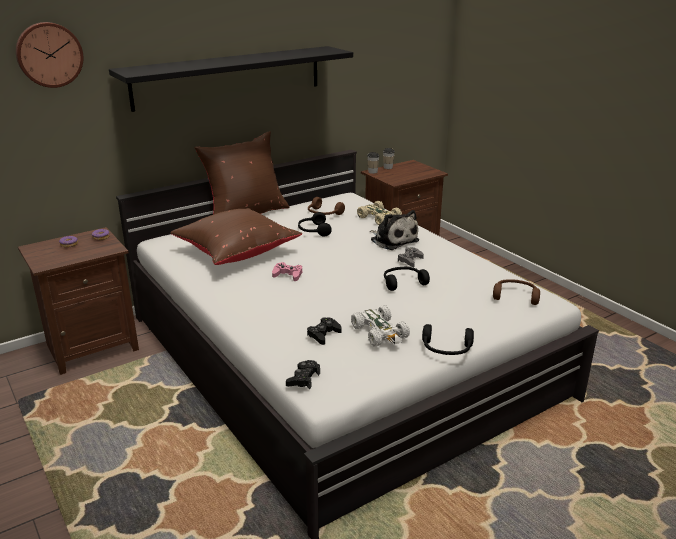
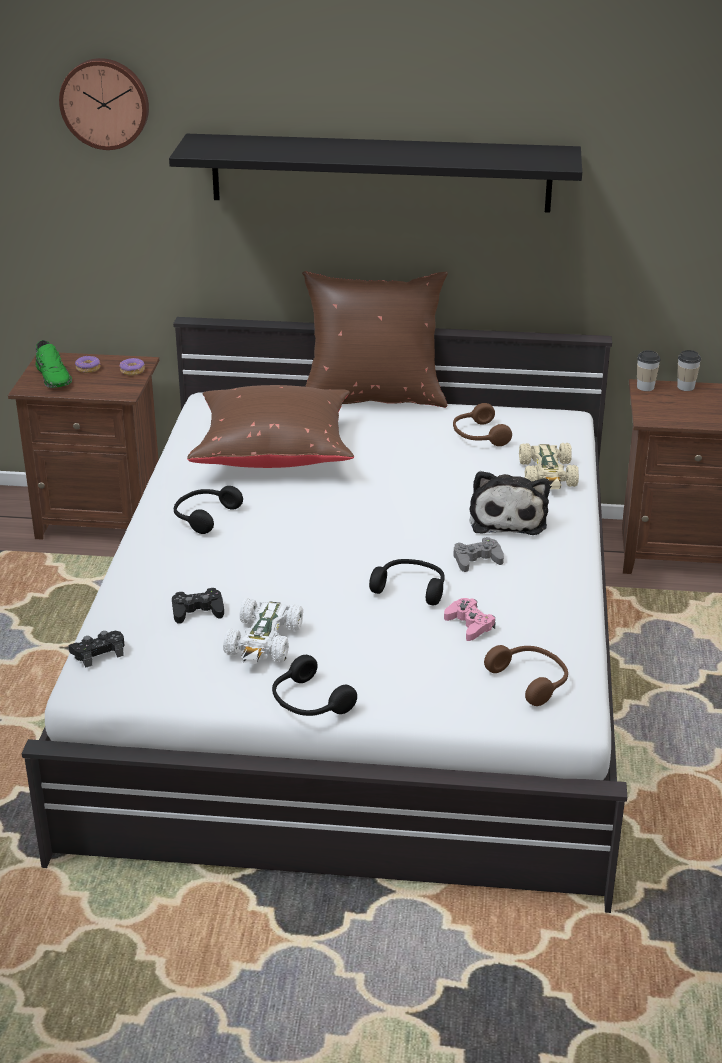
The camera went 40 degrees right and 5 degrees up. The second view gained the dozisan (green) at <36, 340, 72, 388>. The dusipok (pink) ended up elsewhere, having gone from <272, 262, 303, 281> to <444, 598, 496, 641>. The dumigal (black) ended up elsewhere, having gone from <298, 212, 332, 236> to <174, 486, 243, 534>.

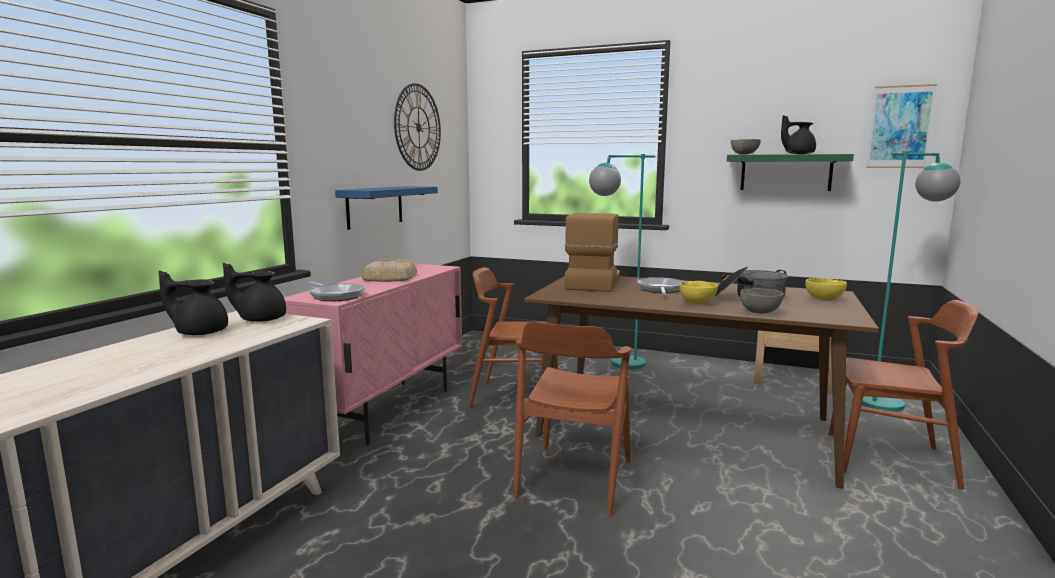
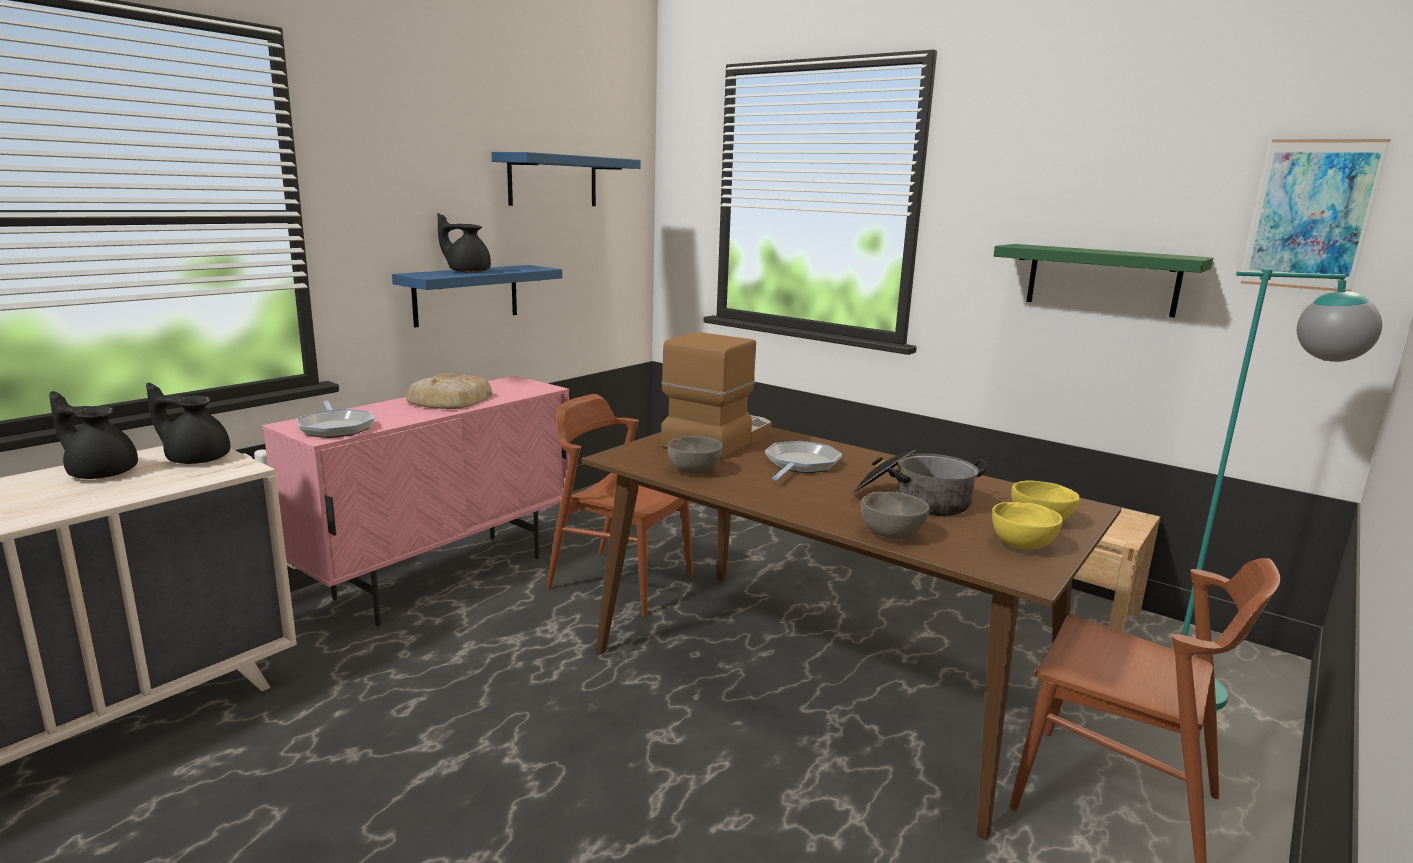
The camera went 15 degrees right and 5 degrees up. The second view lost the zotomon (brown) at <514, 322, 631, 516>. The second view lost the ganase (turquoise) at <589, 154, 656, 369>. The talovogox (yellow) ended up elsewhere, having gone from <679, 281, 718, 304> to <992, 502, 1063, 550>. The talovogox (grey) ended up elsewhere, having gone from <731, 139, 761, 155> to <668, 436, 723, 474>. The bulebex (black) ended up elsewhere, having gone from <781, 115, 816, 154> to <437, 213, 491, 273>. Where the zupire hung at <394, 83, 441, 171>, the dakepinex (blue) came to hang at <491, 152, 641, 206>.

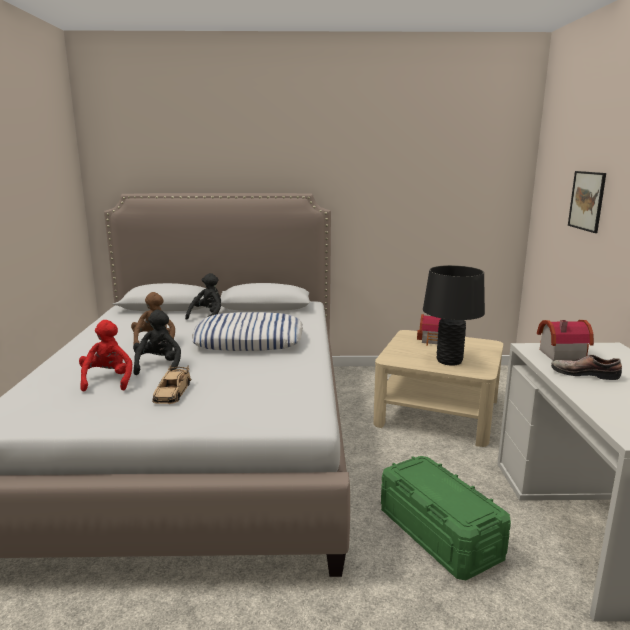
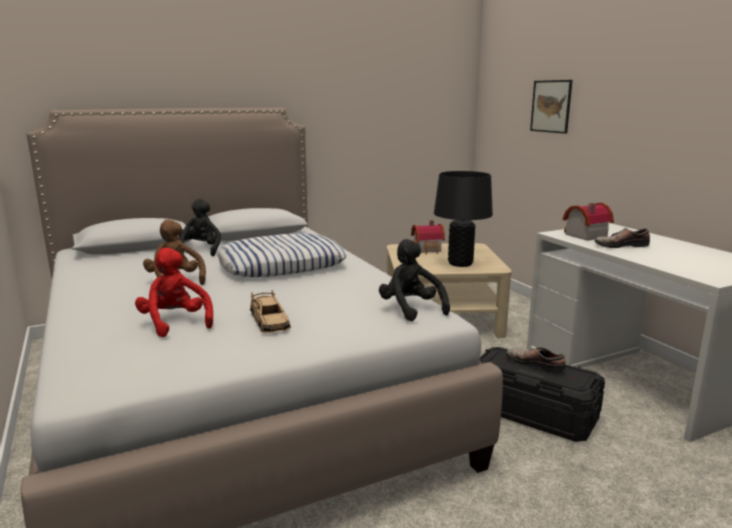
The camera went 25 degrees left and 0 degrees up. The second view gained the dozisan at <506, 347, 566, 374>. The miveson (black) ended up elsewhere, having gone from <133, 310, 181, 375> to <379, 239, 450, 322>. What was the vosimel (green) at <381, 456, 511, 580> turned into the vosimel (black) at <479, 347, 605, 442>.

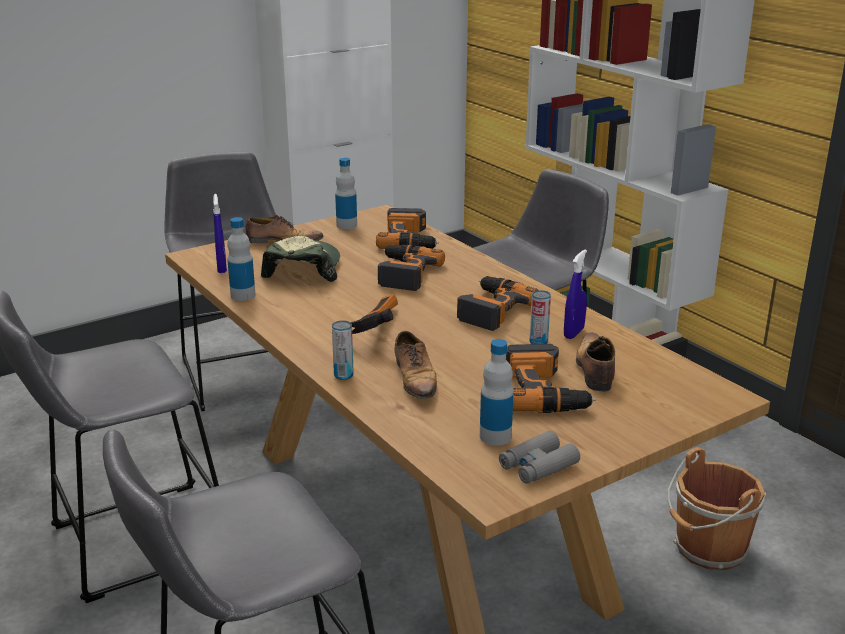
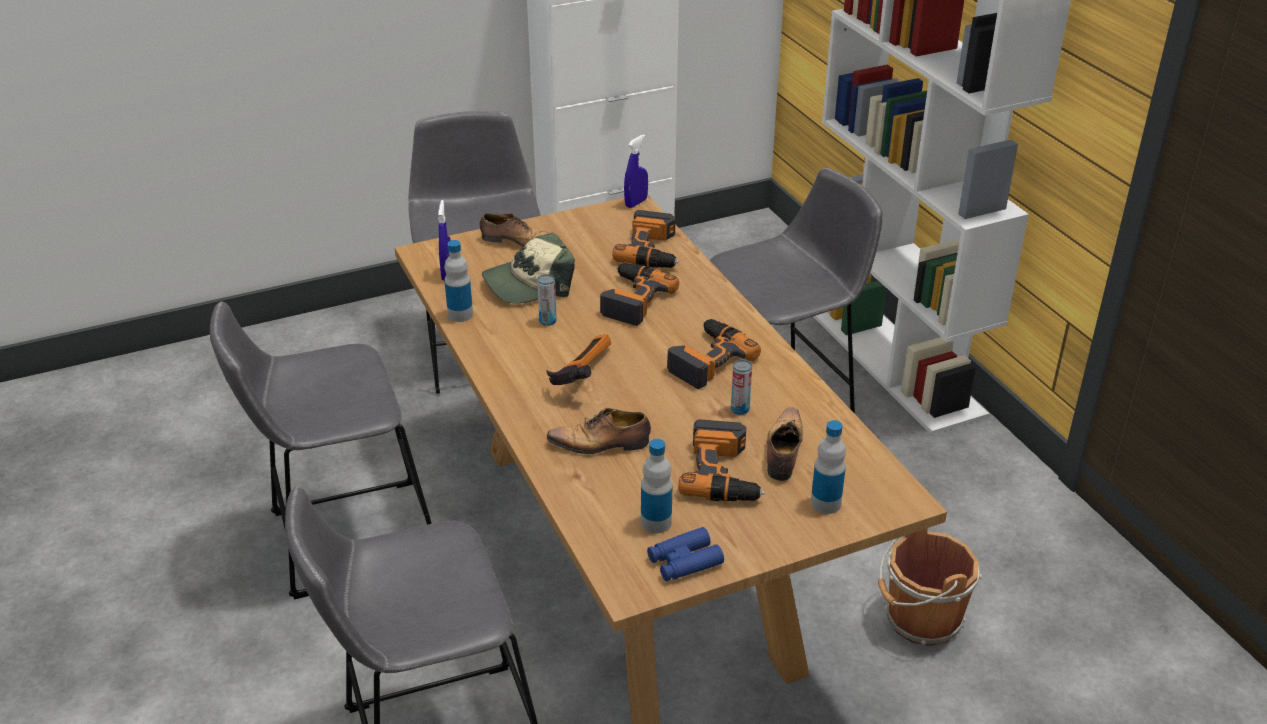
The camera went 10 degrees right and 10 degrees up. The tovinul ended up elsewhere, having gone from <332, 320, 354, 380> to <537, 274, 557, 326>. The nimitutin ended up elsewhere, having gone from <335, 158, 357, 229> to <811, 420, 846, 514>. The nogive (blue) ended up elsewhere, having gone from <564, 249, 587, 339> to <624, 134, 648, 208>. What was the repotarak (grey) at <499, 431, 580, 484> turned into the repotarak (blue) at <647, 527, 724, 581>. The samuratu at <261, 236, 340, 282> ended up facing another way, 135 degrees counterclockwise from before. The dozisan at <395, 331, 437, 404> ended up facing another way, 90 degrees clockwise from before.

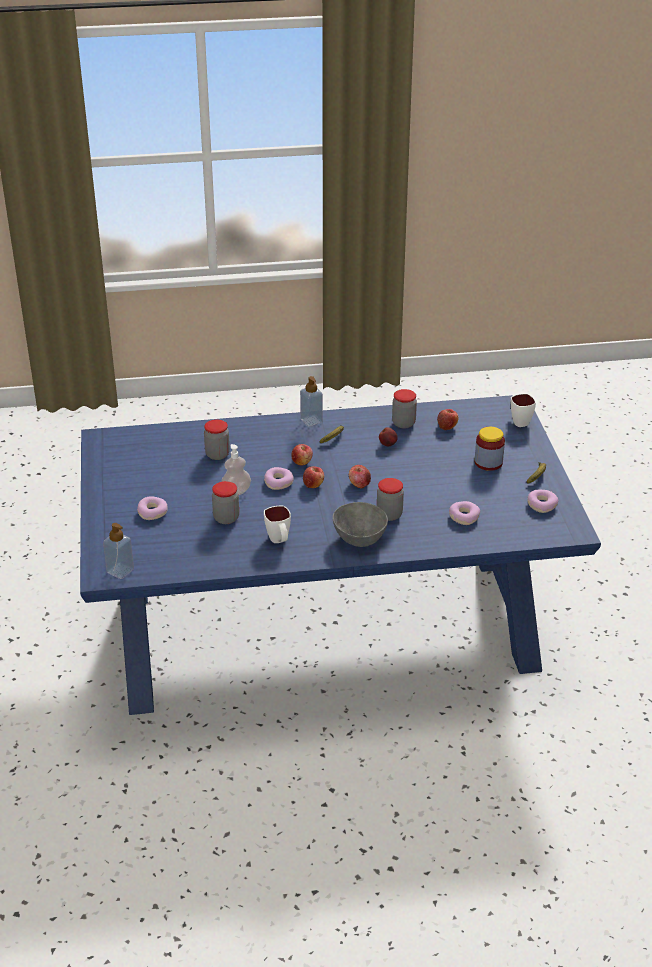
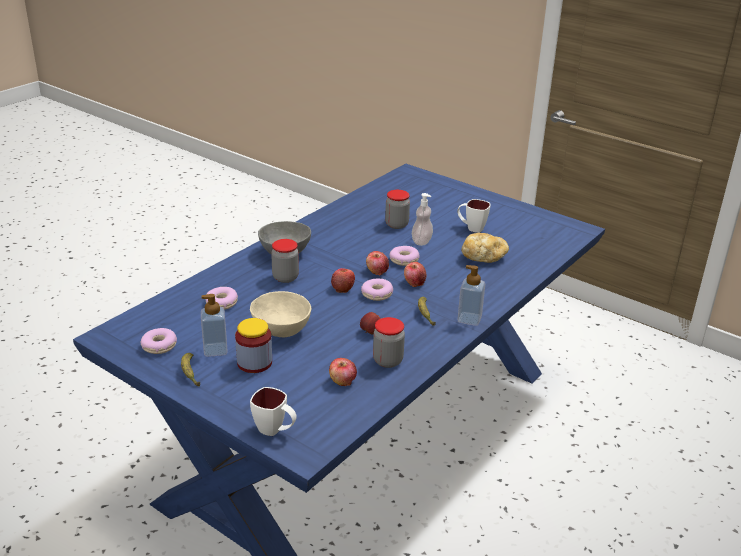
The camera went 135 degrees right and 5 degrees down. The second view gained the talovogox (beige) at <250, 291, 311, 337>. The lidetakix ended up elsewhere, having gone from <103, 523, 134, 579> to <201, 294, 228, 357>. The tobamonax ended up elsewhere, having gone from <137, 496, 167, 520> to <361, 279, 393, 301>. The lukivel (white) ended up elsewhere, having gone from <264, 506, 291, 543> to <457, 199, 491, 233>. Where the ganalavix stood at <204, 419, 230, 460>, the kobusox came to stand at <462, 233, 509, 263>.

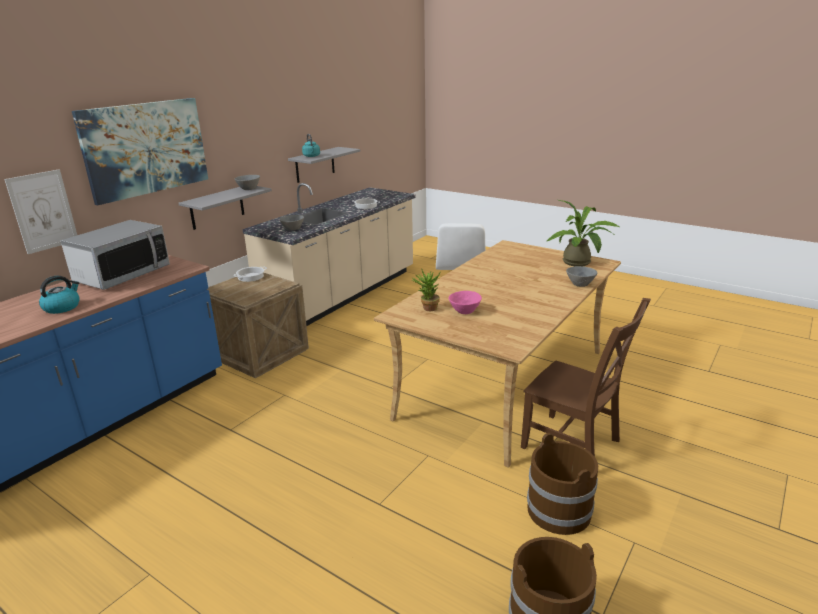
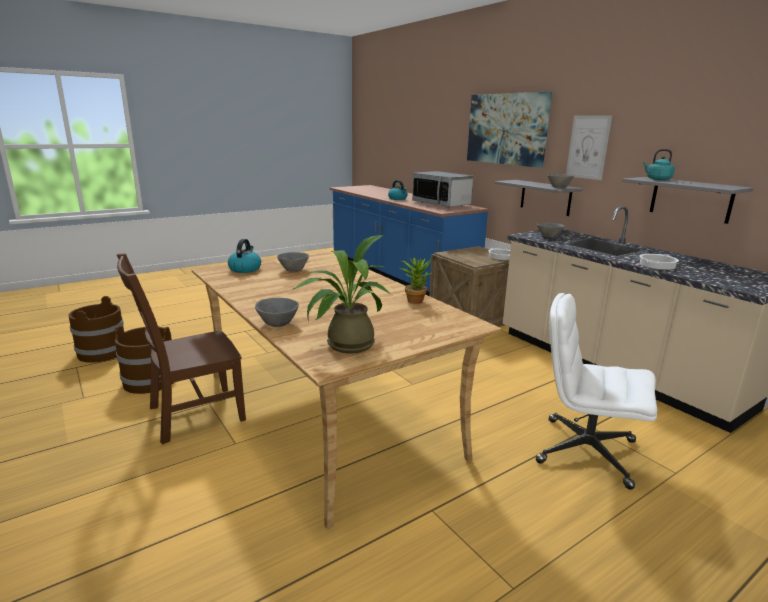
The camera went 110 degrees right and 5 degrees down. The second view gained the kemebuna at <228, 239, 261, 273>. The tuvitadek ended up elsewhere, having gone from <4, 169, 77, 254> to <566, 115, 612, 180>. The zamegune ended up elsewhere, having gone from <411, 268, 440, 311> to <400, 256, 432, 304>. What was the talovogox (pink) at <449, 291, 482, 314> turned into the talovogox (grey) at <277, 252, 309, 272>.

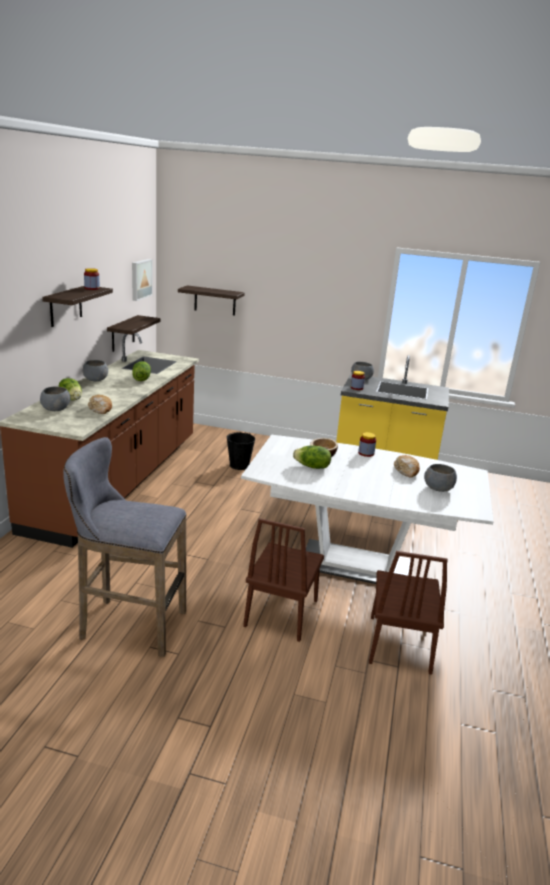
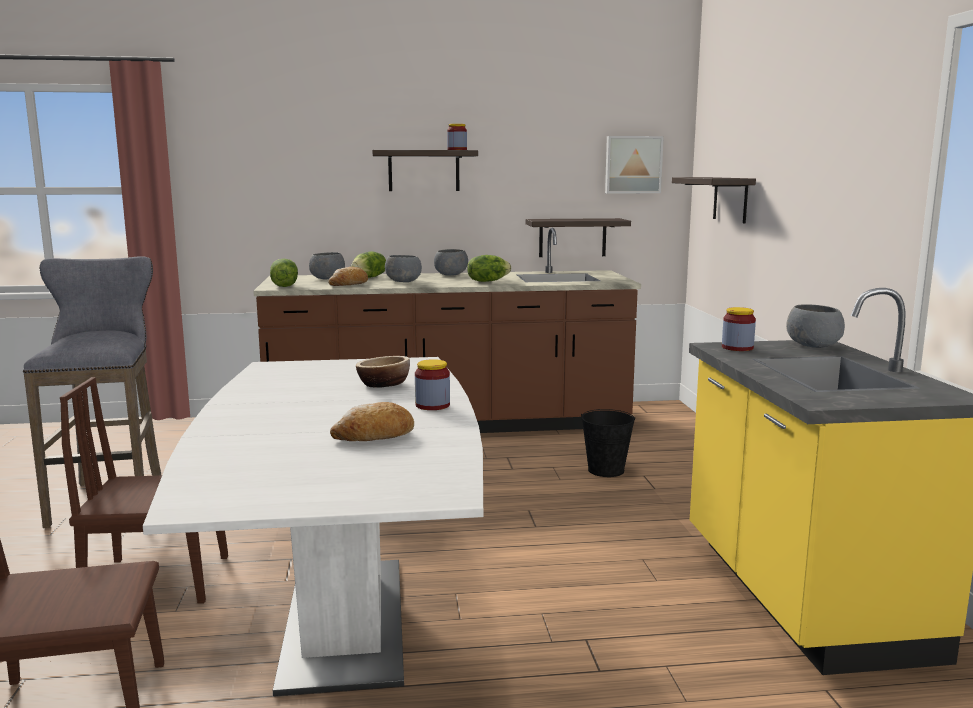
The camera went 70 degrees right and 10 degrees down. The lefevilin ended up elsewhere, having gone from <293, 445, 331, 469> to <270, 258, 298, 287>. The talovogox (grey) ended up elsewhere, having gone from <424, 464, 457, 492> to <385, 255, 422, 282>.

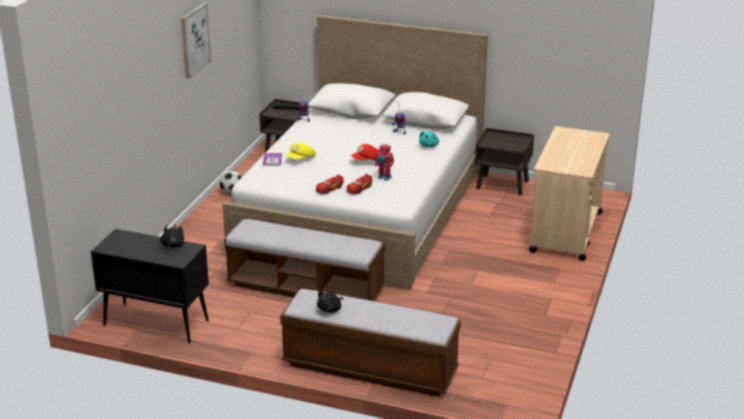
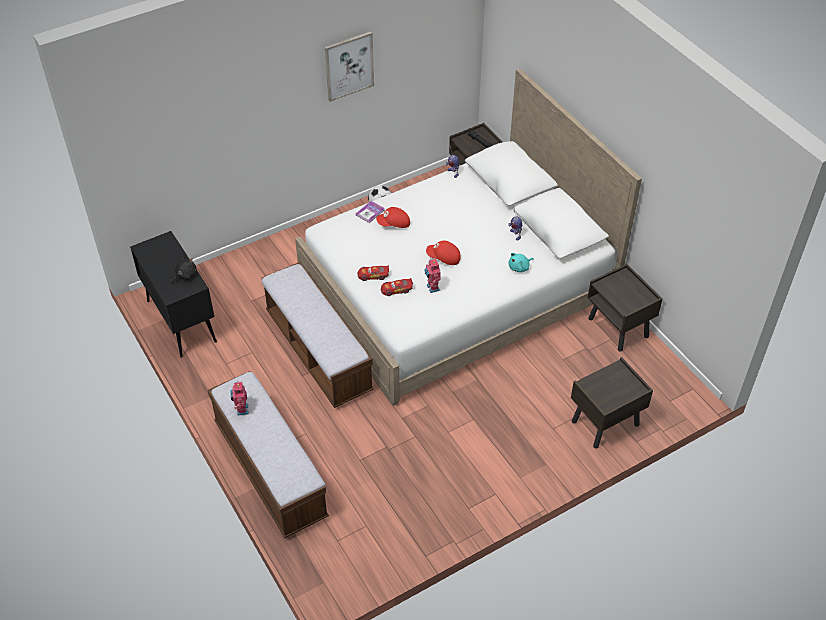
The camera went 40 degrees right and 20 degrees up. Where the miveson (black) stood at <317, 291, 343, 312>, the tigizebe came to stand at <231, 382, 249, 416>. Where the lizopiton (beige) stood at <529, 126, 609, 261>, the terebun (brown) came to stand at <571, 357, 653, 449>. What was the samuratu (yellow) at <286, 142, 316, 159> turned into the samuratu (red) at <376, 207, 410, 228>.

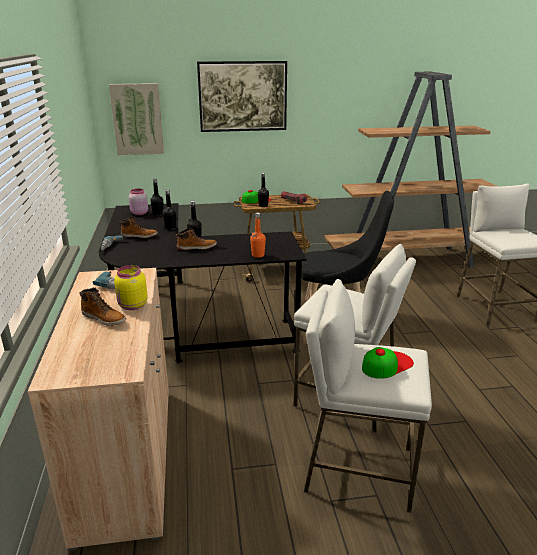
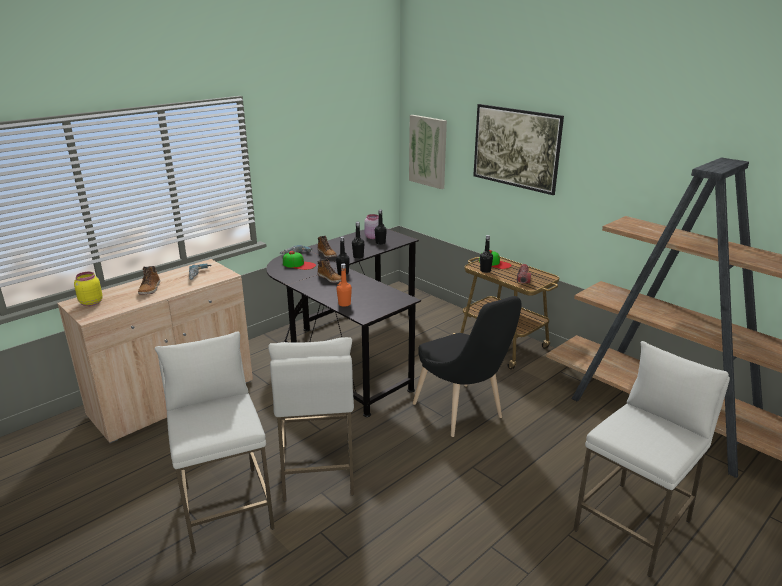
The camera went 55 degrees right and 0 degrees up. The ganalavix (yellow) ended up elsewhere, having gone from <114, 265, 148, 310> to <74, 272, 103, 306>. The samuratu ended up elsewhere, having gone from <362, 347, 414, 379> to <283, 251, 316, 270>.

